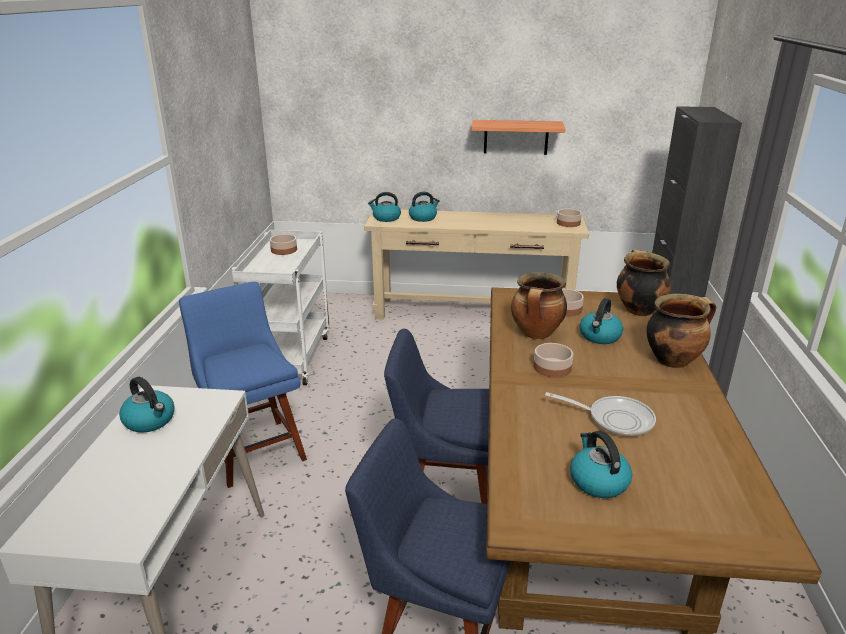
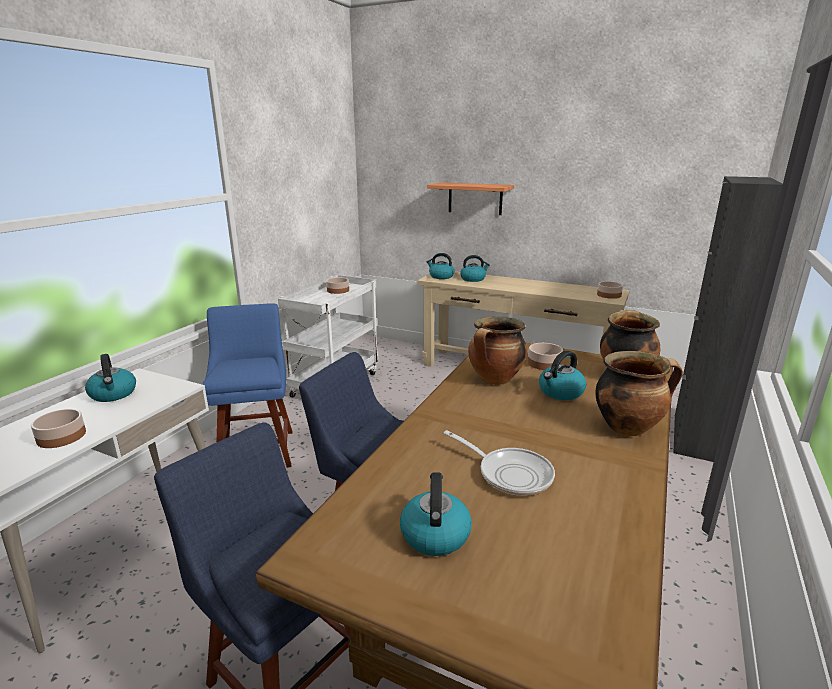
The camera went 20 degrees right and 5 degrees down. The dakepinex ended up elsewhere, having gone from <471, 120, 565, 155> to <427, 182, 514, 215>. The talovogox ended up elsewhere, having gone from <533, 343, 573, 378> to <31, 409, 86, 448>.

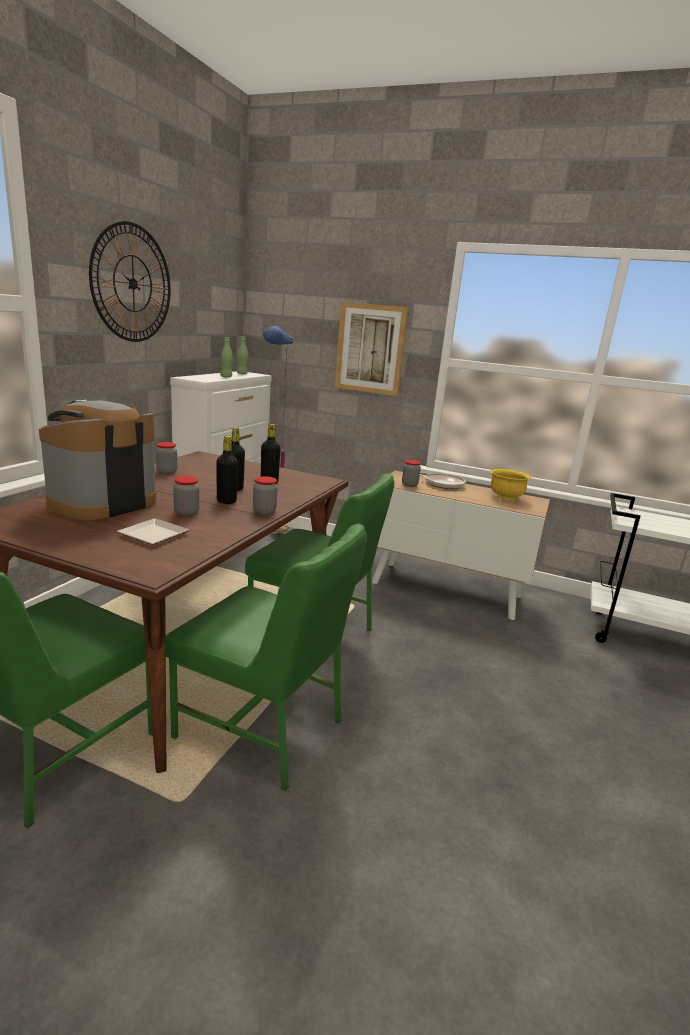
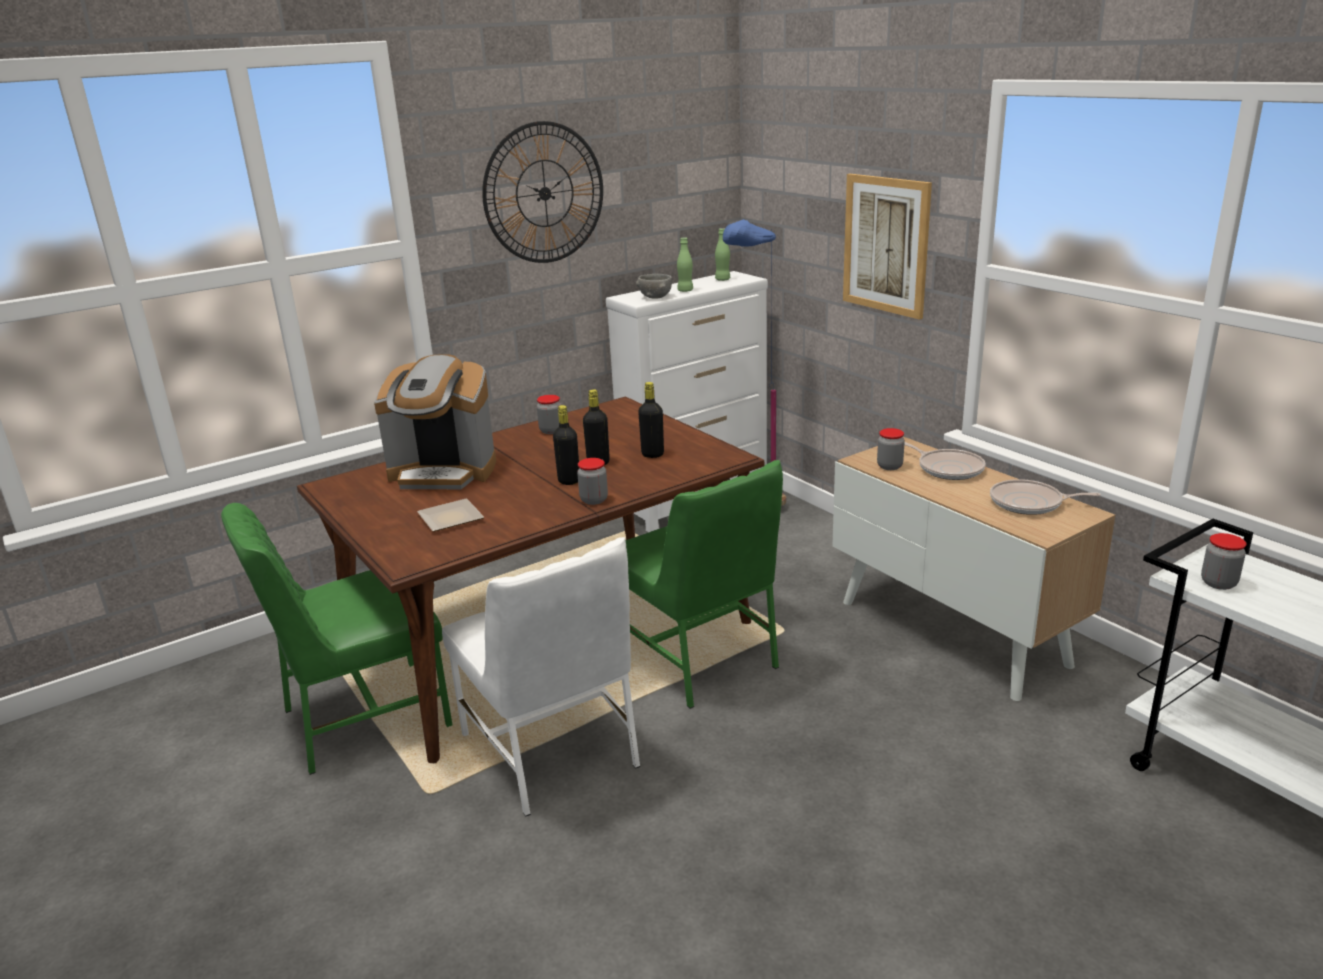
The camera went 35 degrees right and 5 degrees up. The second view gained the talovogox (grey) at <636, 274, 672, 299>. The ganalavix ended up elsewhere, having gone from <173, 476, 199, 516> to <1201, 533, 1246, 590>. Where the talovogox (yellow) stood at <490, 469, 531, 500>, the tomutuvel came to stand at <990, 479, 1101, 515>. What was the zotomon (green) at <166, 524, 367, 790> turned into the zotomon (white) at <442, 537, 640, 816>. The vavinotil at <39, 400, 156, 521> ended up facing another way, 150 degrees counterclockwise from before.

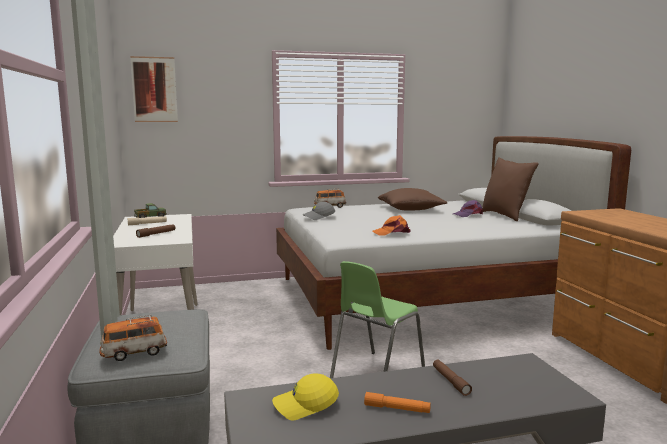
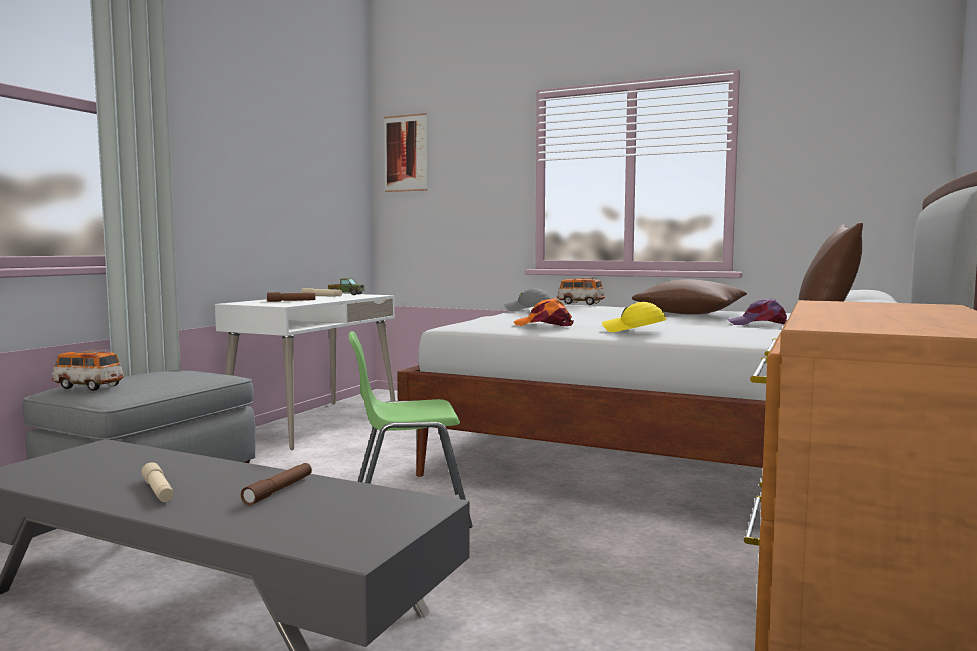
The camera went 40 degrees right and 5 degrees down. The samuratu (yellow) ended up elsewhere, having gone from <272, 373, 339, 420> to <602, 302, 667, 332>. What was the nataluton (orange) at <364, 392, 431, 413> turned into the nataluton (beige) at <141, 462, 174, 502>.

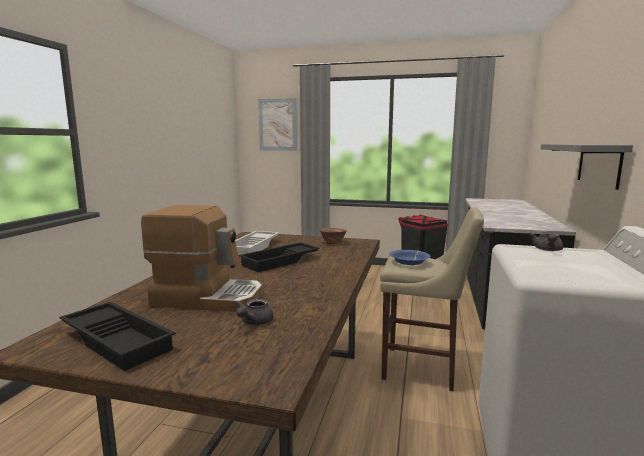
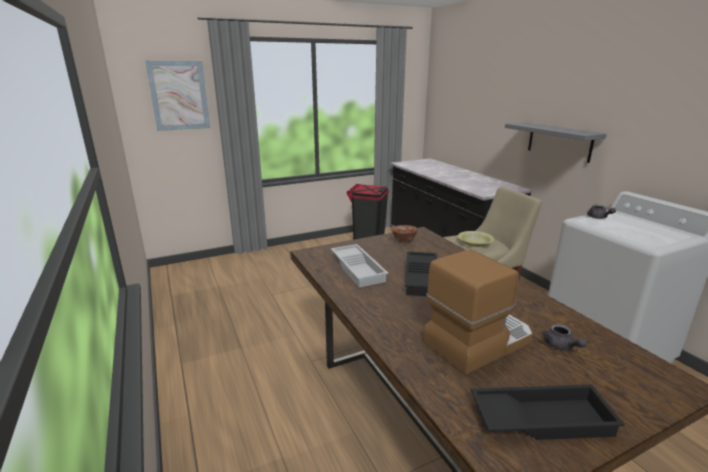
The camera went 40 degrees left and 10 degrees up. What was the talovogox (blue) at <389, 250, 431, 265> turned into the talovogox (yellow) at <458, 231, 494, 247>.

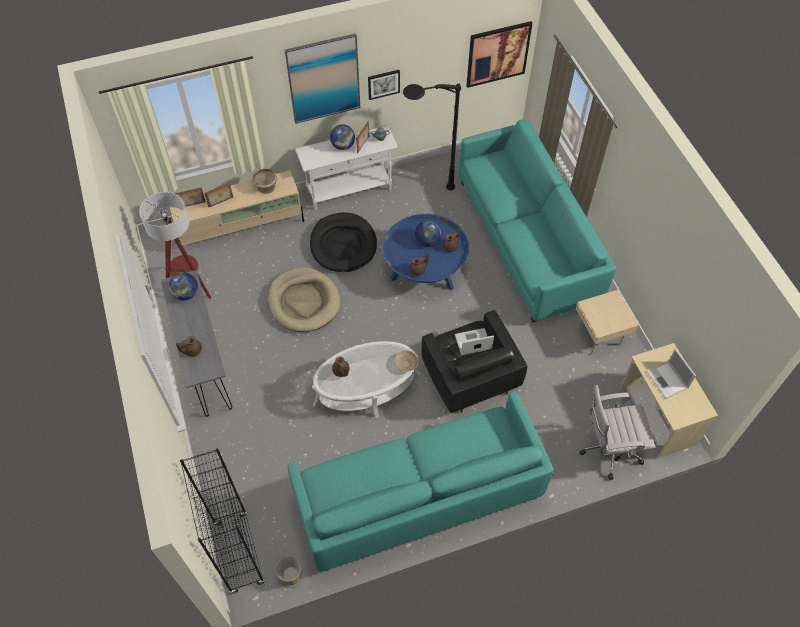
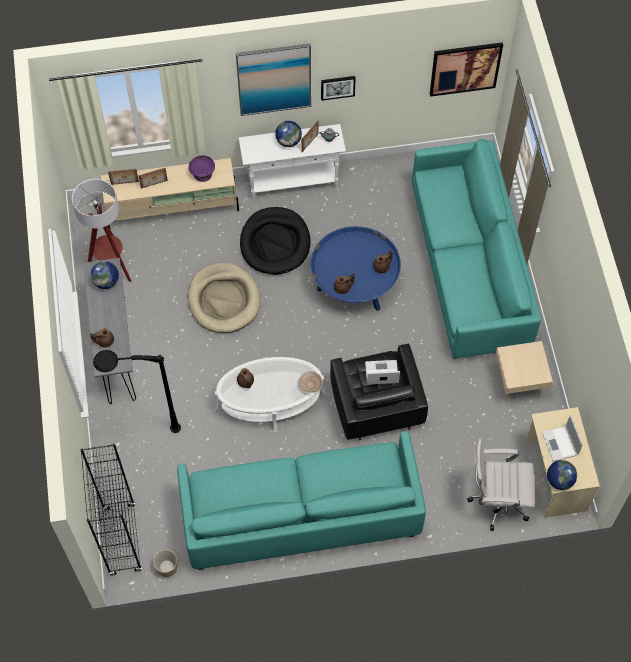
The camera went 10 degrees right and 5 degrees up. The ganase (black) ended up elsewhere, having gone from <403, 83, 461, 190> to <93, 350, 181, 433>. The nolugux ended up elsewhere, having gone from <415, 220, 441, 246> to <547, 460, 577, 490>. What was the talovogox (beige) at <252, 169, 277, 194> turned into the talovogox (purple) at <189, 155, 215, 182>.

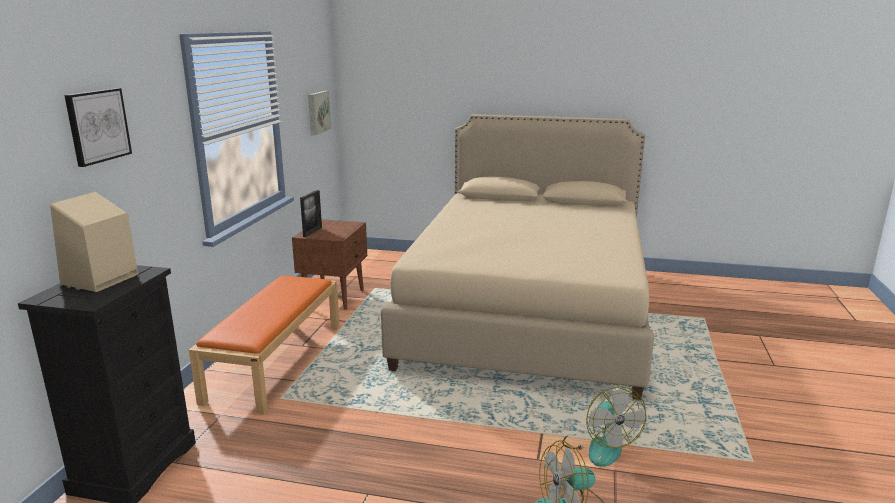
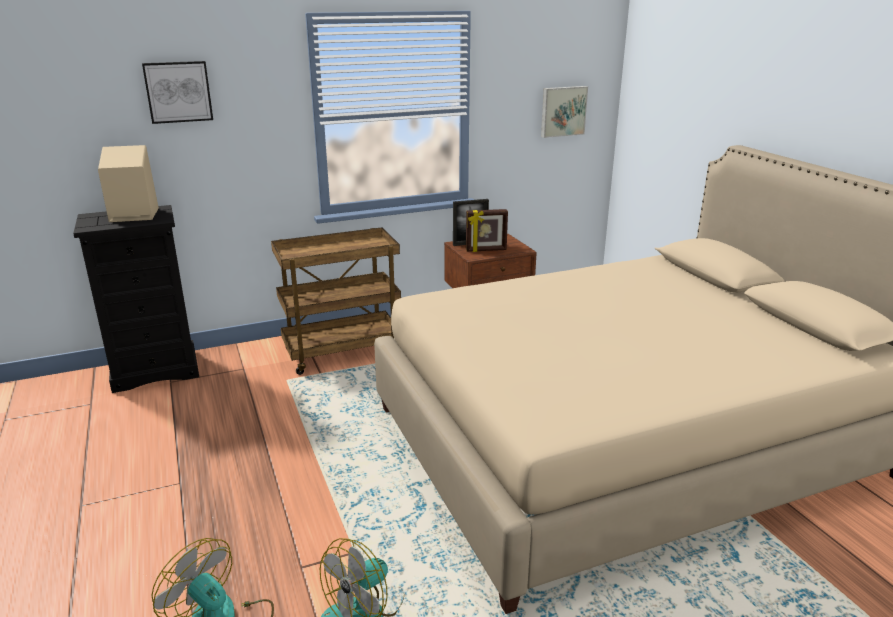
The camera went 55 degrees right and 5 degrees up. The second view gained the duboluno at <466, 209, 508, 252>. Where the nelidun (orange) stood at <189, 276, 340, 414>, the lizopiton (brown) came to stand at <271, 227, 401, 375>.

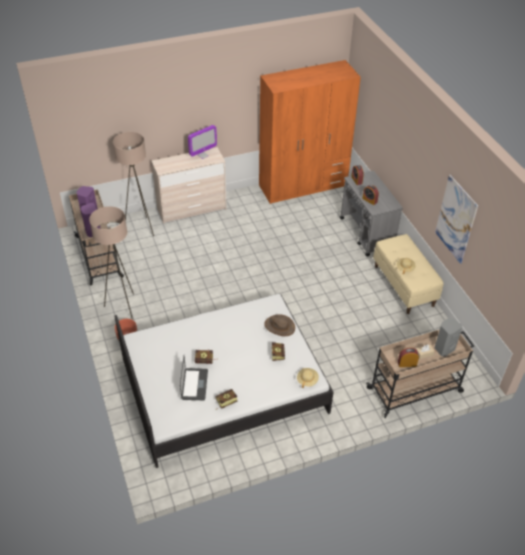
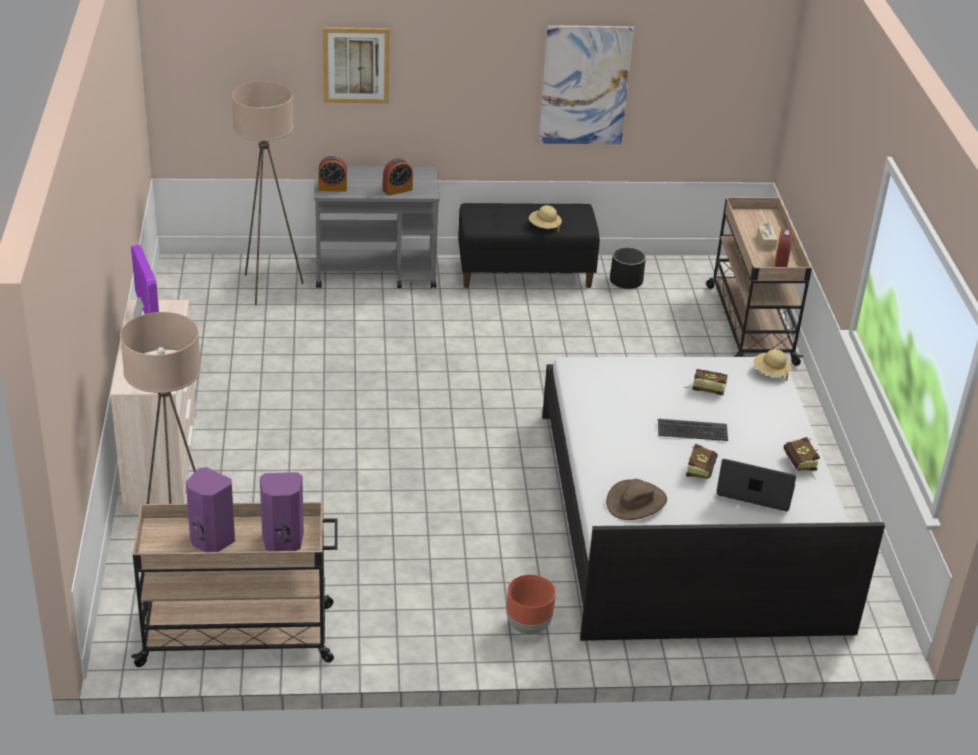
The camera went 75 degrees left and 10 degrees down. The second view lost the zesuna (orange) at <259, 60, 361, 204>. The second view lost the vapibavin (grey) at <435, 319, 462, 357>. The second view gained the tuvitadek at <323, 27, 390, 103>. The second view gained the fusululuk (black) at <610, 247, 646, 289>. The second view gained the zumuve at <658, 419, 728, 441>. The ganase (beige) ended up elsewhere, having gone from <89, 206, 134, 319> to <232, 81, 304, 306>. The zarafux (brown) ended up elsewhere, having gone from <264, 314, 295, 336> to <606, 479, 667, 520>. What was the nelidun (beige) at <373, 234, 443, 314> turned into the nelidun (black) at <458, 203, 600, 288>.

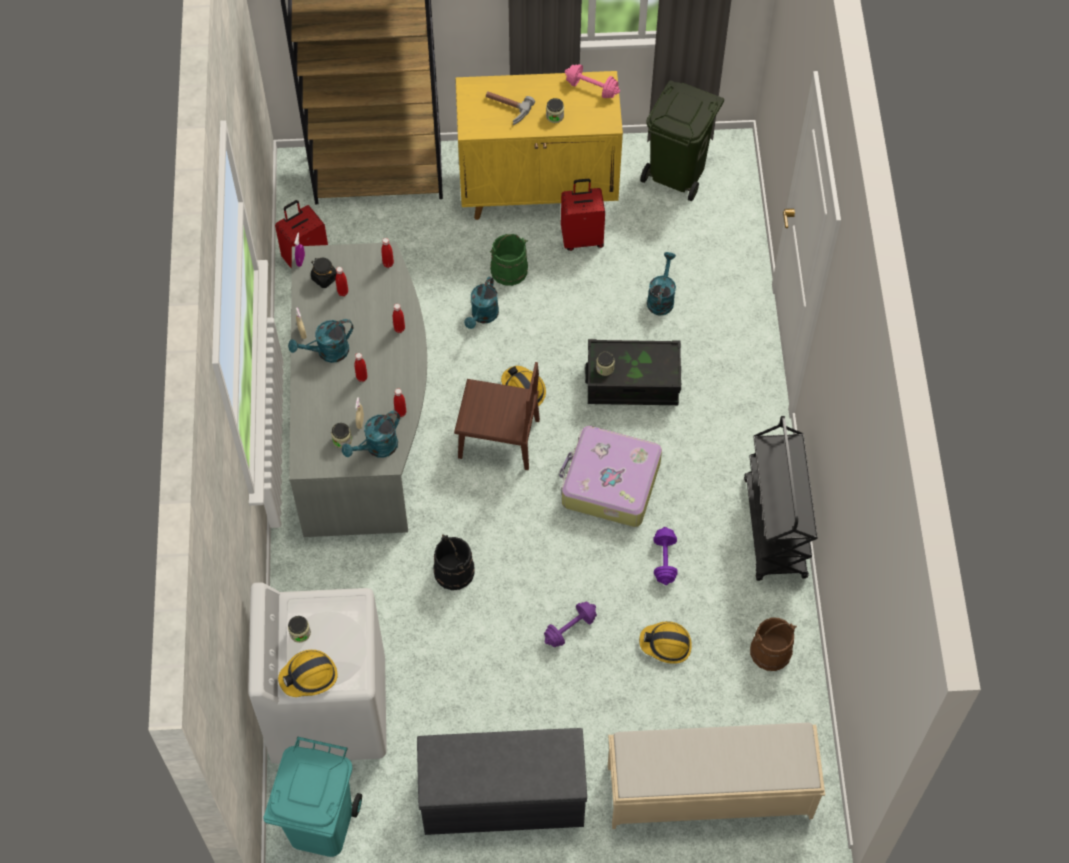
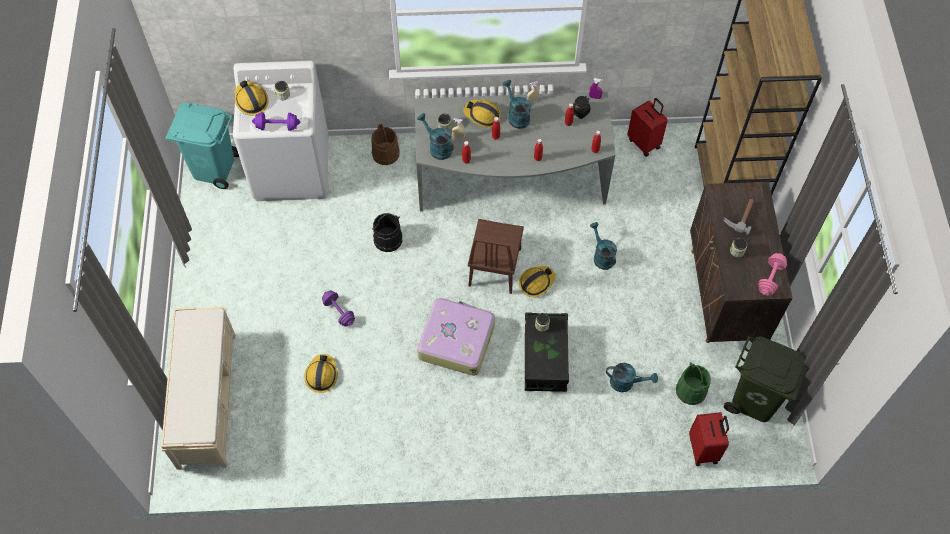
The camera went 90 degrees right and 0 degrees up. The second view lost the nelidun (grey) at <417, 728, 587, 835>. The second view lost the lizopiton (black) at <744, 416, 818, 581>. The second view gained the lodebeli at <463, 100, 501, 128>. The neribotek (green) ended up elsewhere, having gone from <490, 234, 528, 286> to <676, 362, 711, 405>. The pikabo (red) ended up elsewhere, having gone from <561, 179, 605, 251> to <689, 412, 729, 466>. The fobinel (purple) ended up elsewhere, having gone from <653, 527, 678, 585> to <252, 112, 300, 131>. The neribotek (brown) ended up elsewhere, having gone from <750, 617, 797, 671> to <371, 124, 400, 165>. What was the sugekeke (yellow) at <455, 71, 623, 220> turned into the sugekeke (brown) at <690, 182, 792, 343>. The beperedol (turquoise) at <464, 277, 499, 329> ended up facing another way, 45 degrees clockwise from before.

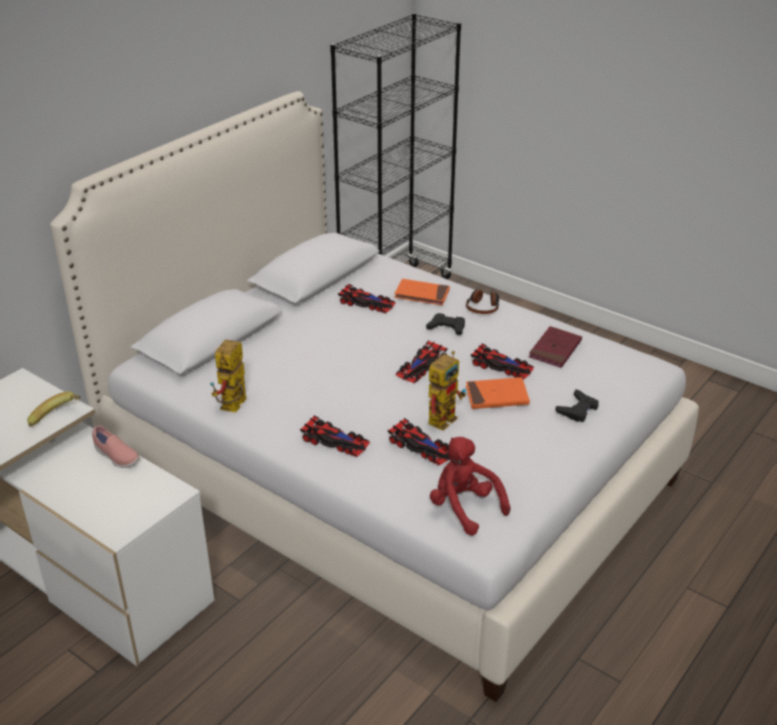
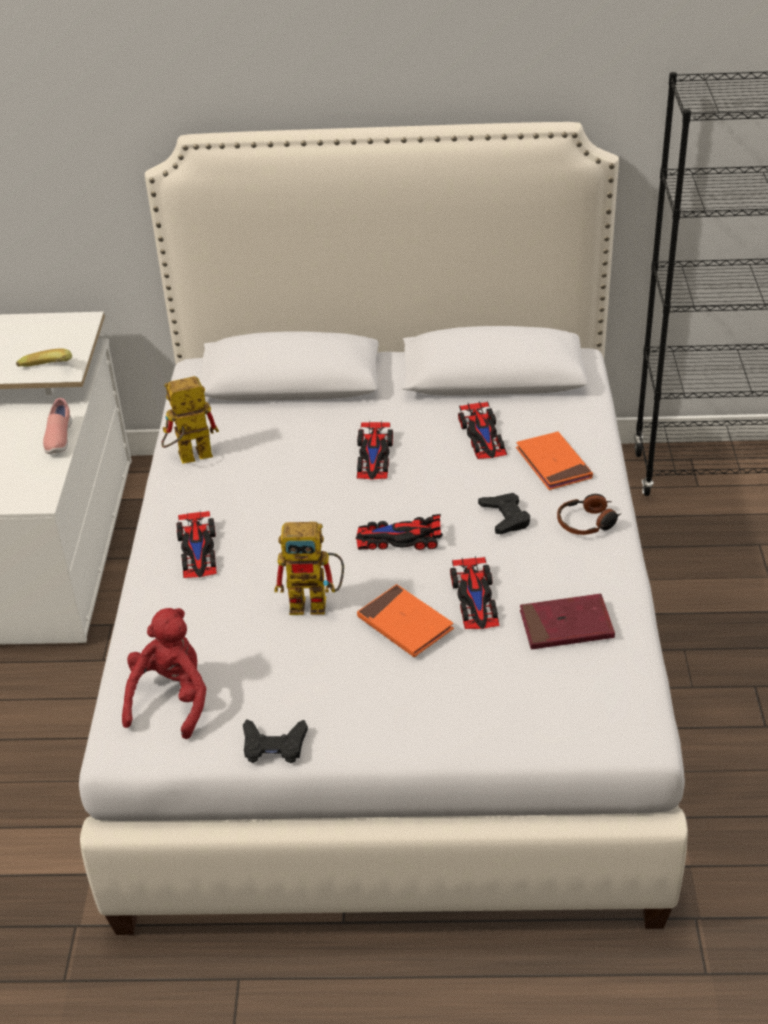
The camera went 55 degrees right and 5 degrees up. The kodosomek ended up elsewhere, having gone from <388, 418, 449, 466> to <357, 420, 393, 480>. The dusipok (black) ended up elsewhere, having gone from <555, 389, 599, 422> to <243, 719, 308, 763>.

